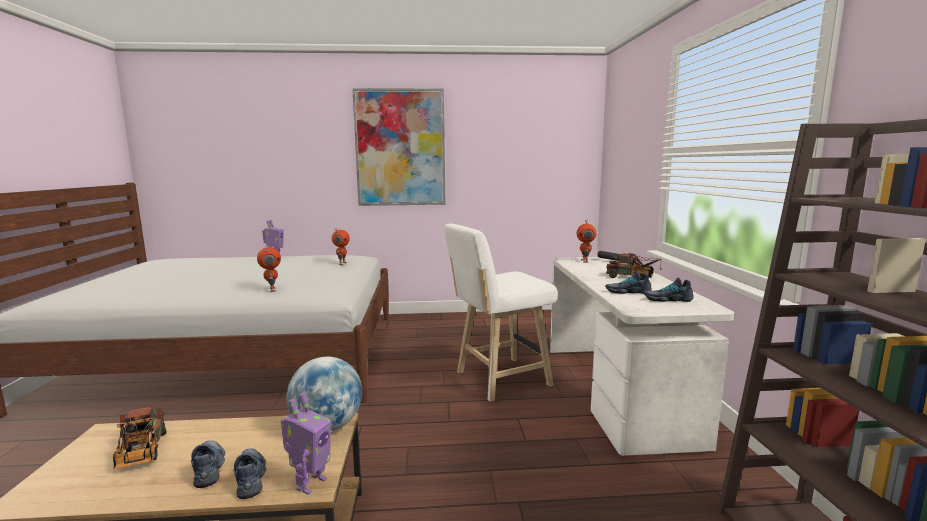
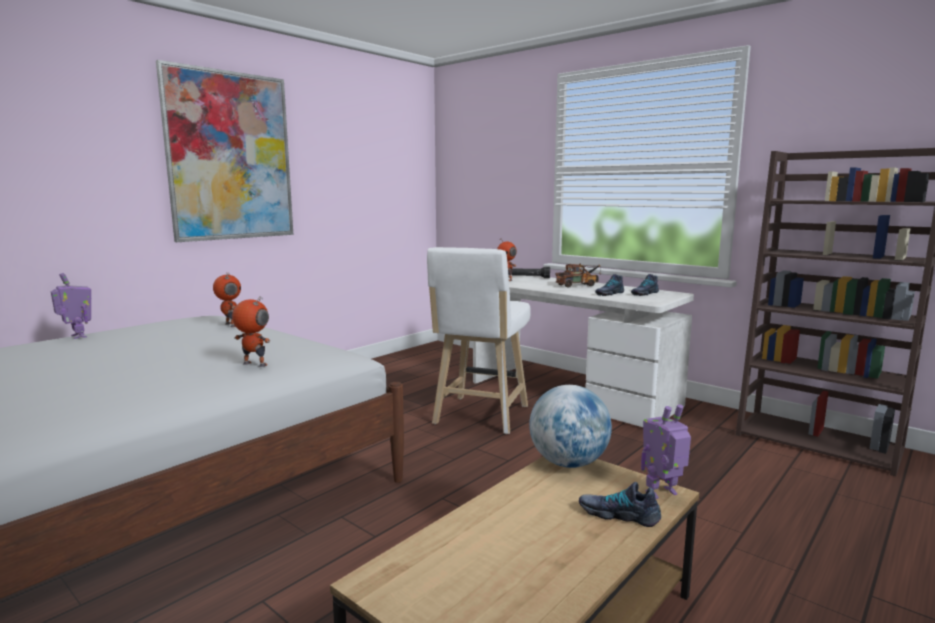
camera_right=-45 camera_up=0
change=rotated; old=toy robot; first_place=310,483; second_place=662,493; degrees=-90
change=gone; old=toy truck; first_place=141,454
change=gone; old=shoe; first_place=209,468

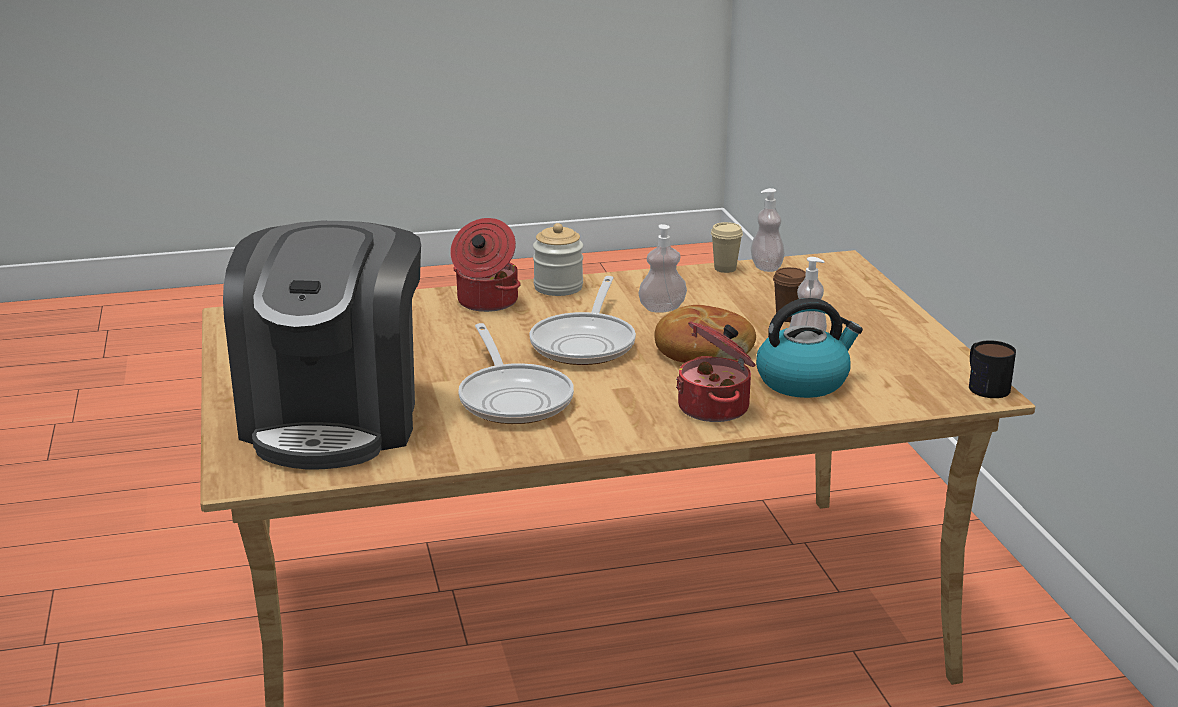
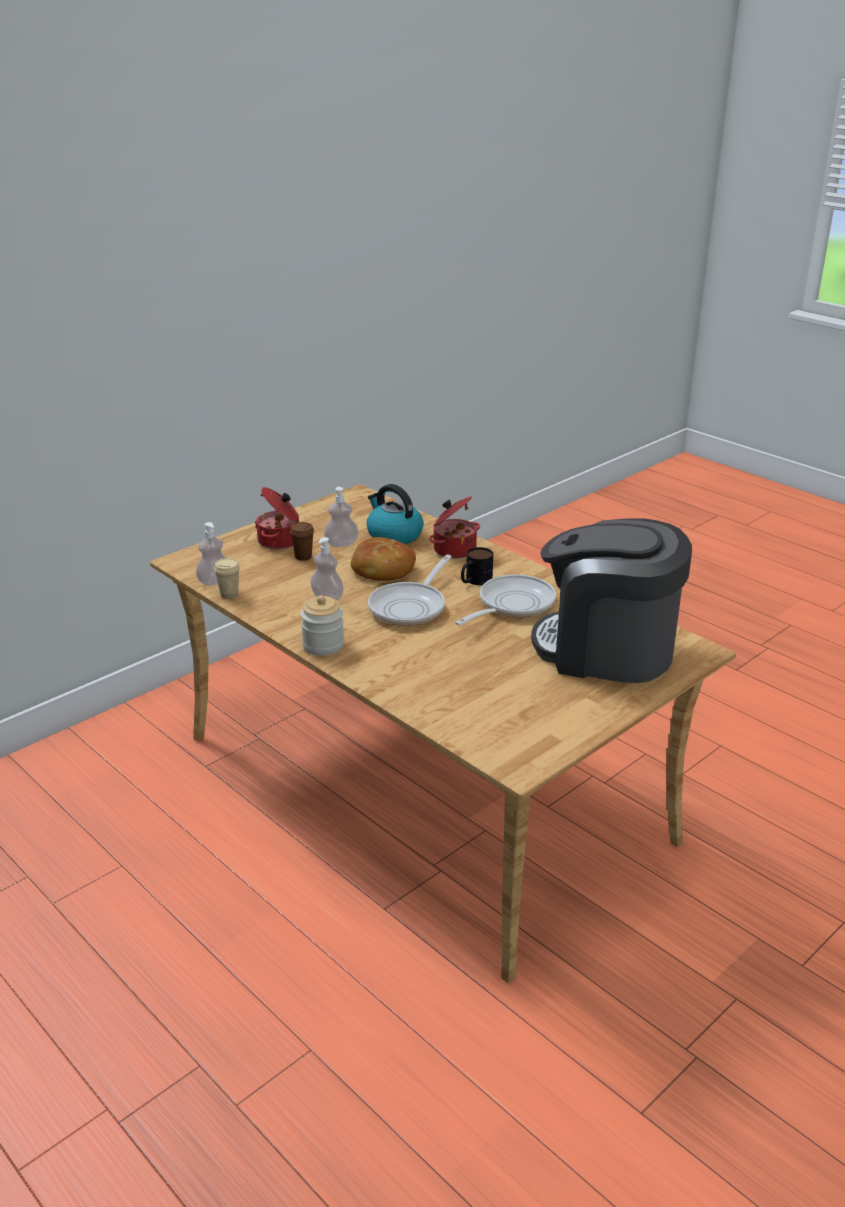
camera_right=-120 camera_up=5
change=shifted; old=cooking pot; first_place=486,302; second_place=280,541
change=rotated; old=frying pan; first_place=585,343; second_place=410,607; degrees=135
change=shifted; old=mug; first_place=984,385; second_place=474,581
change=rotated; old=coffee machine; first_place=335,418; second_place=606,650; degrees=-135

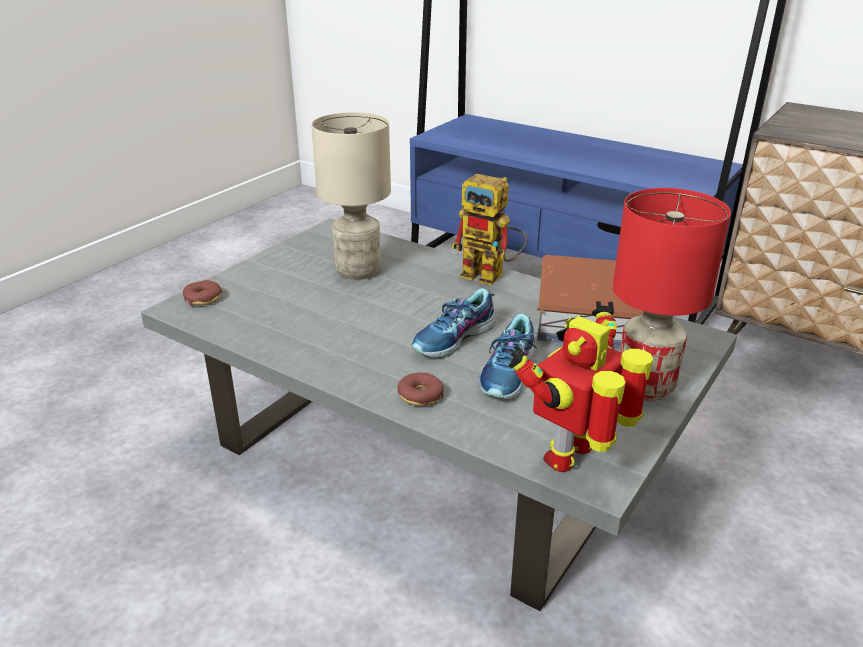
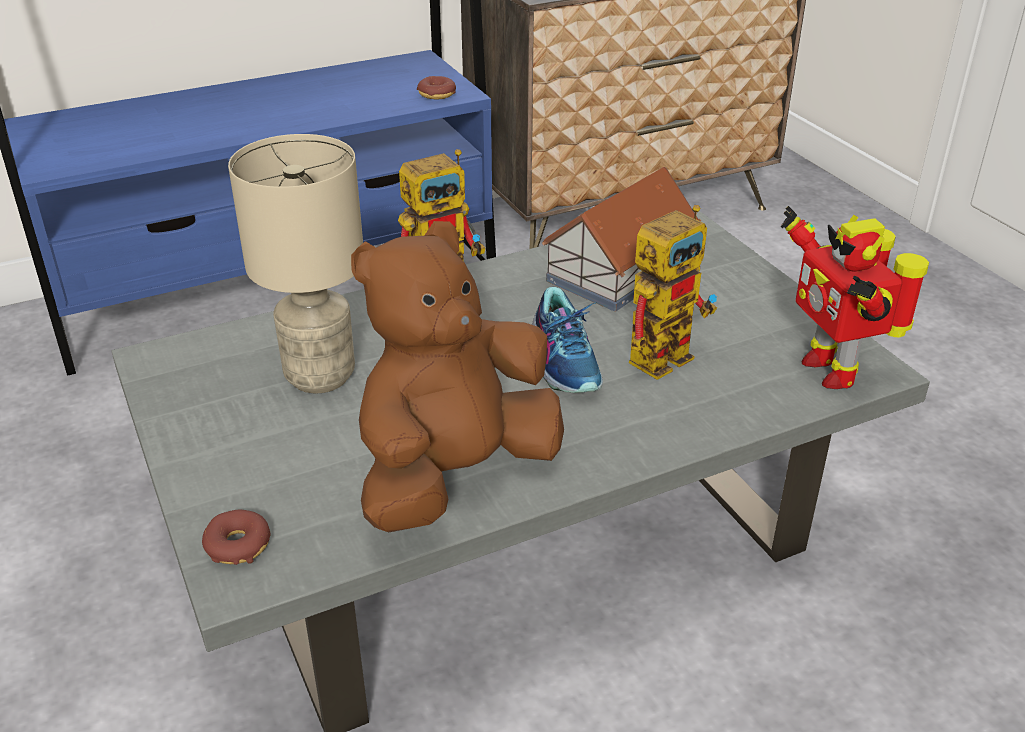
camera_right=-60 camera_up=5
change=new; new=brown plush toy; second_place=455,475
change=shifted; old=donut; first_place=420,395; second_place=436,94
change=swapped; old=shoe; new=toy robot; first_place=509,373; second_place=666,352
change=gone; old=red table lamp; first_place=646,387

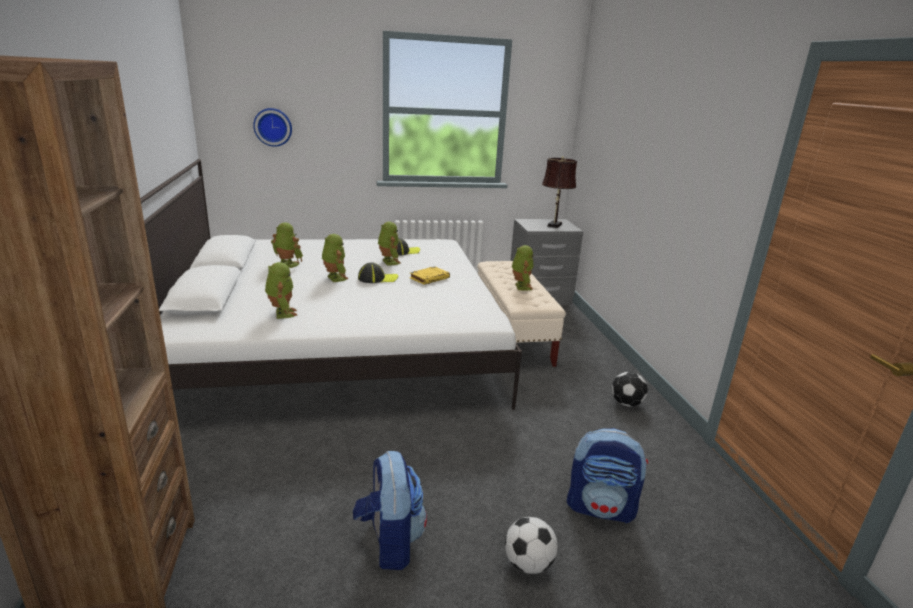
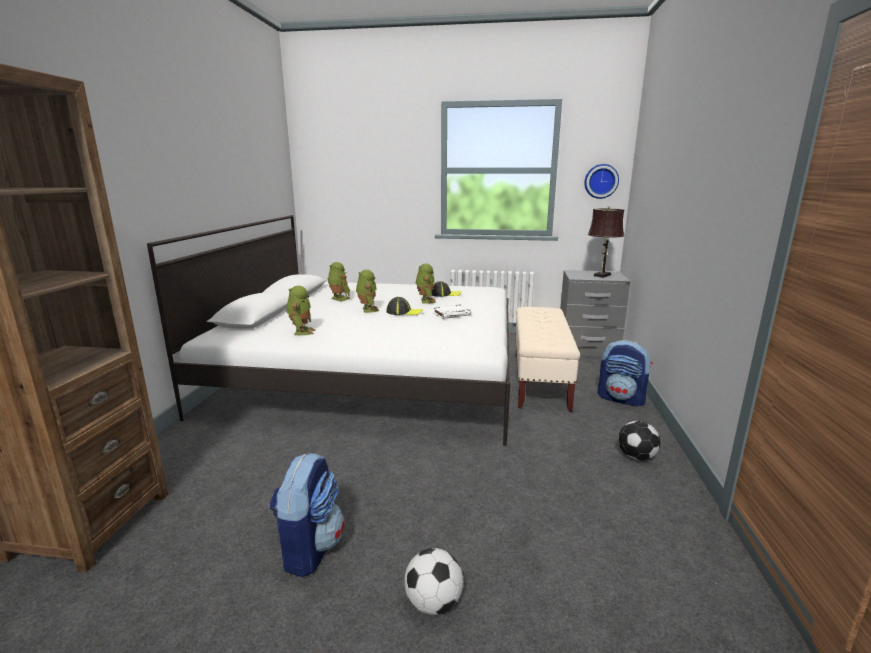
camera_right=20 camera_up=-5
change=repainted; old=yellow book; new=white book; first_place=429,278; second_place=452,314
change=shifted; old=wall clock; first_place=273,127; second_place=601,181
change=shifted; old=backpack; first_place=601,508; second_place=621,399
change=gone; old=toy robot; first_place=520,287

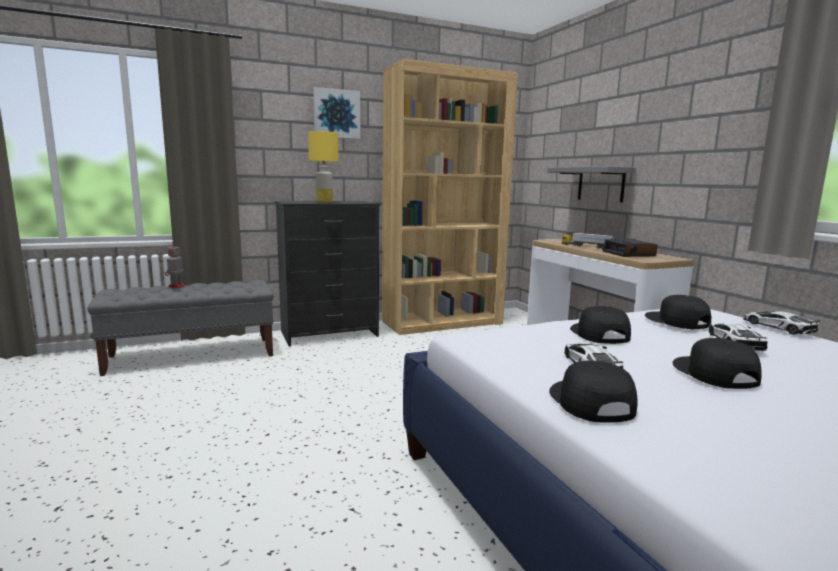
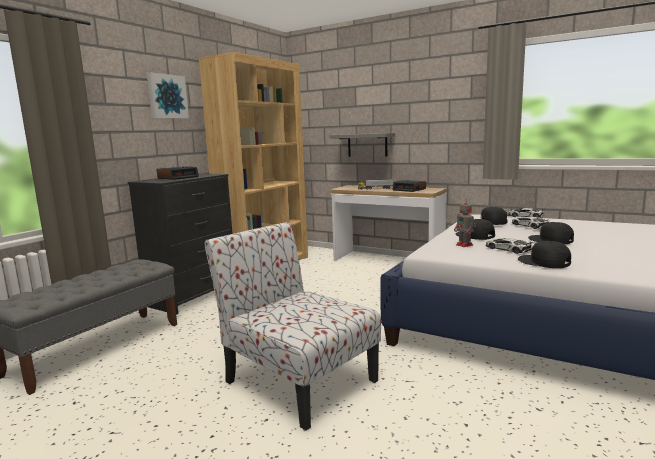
camera_right=-35 camera_up=0
change=swapped; old=yellow table lamp; new=alarm clock; first_place=324,201; second_place=178,177
change=new; new=chair; second_place=297,380
change=shifted; old=toy robot; first_place=176,286; second_place=465,245

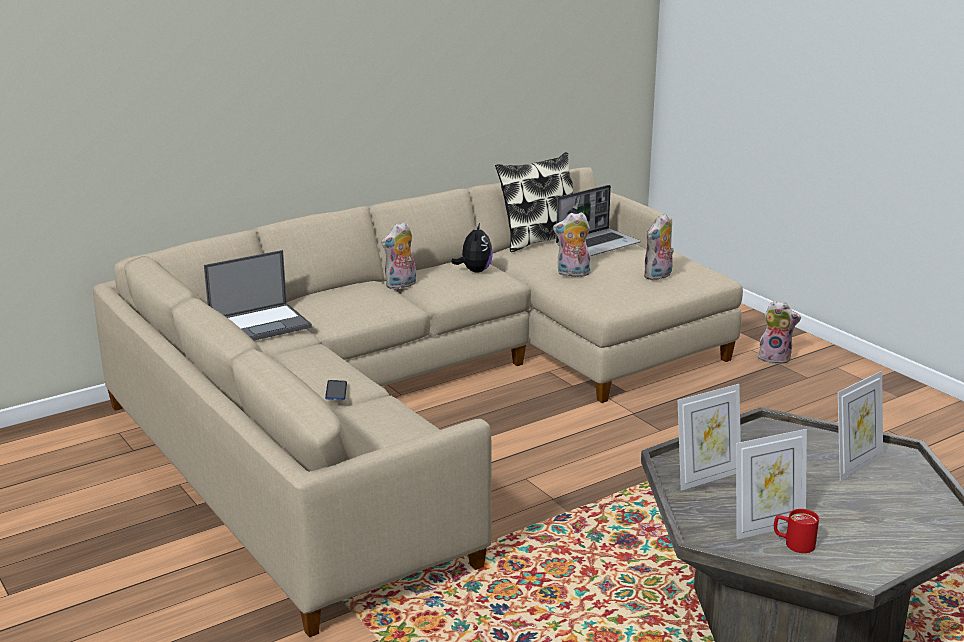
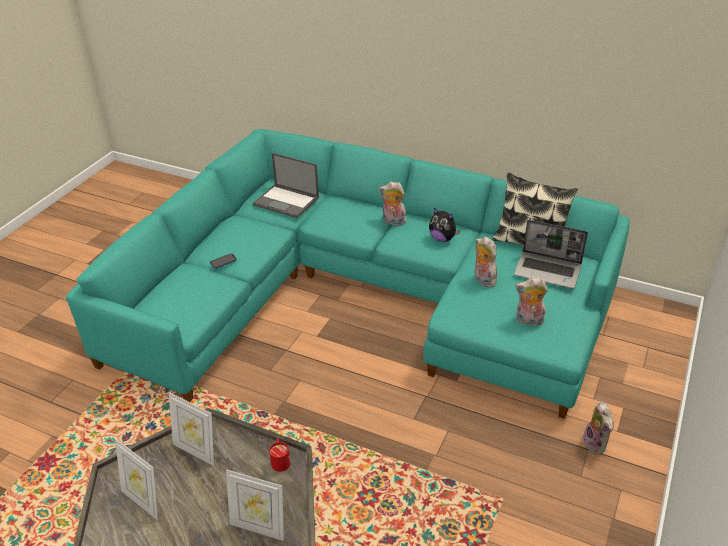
camera_right=60 camera_up=15
change=repainted; old=beige sofa; new=turquoise sofa; first_place=419,399; second_place=361,296
change=shifted; old=red mug; first_place=793,543; second_place=280,460
change=rotated; old=plush toy; first_place=474,271; second_place=442,238; degrees=60

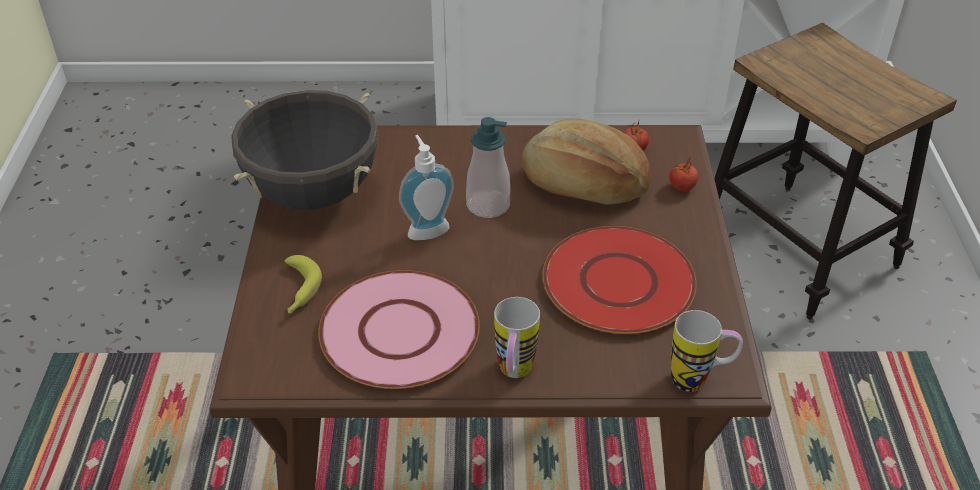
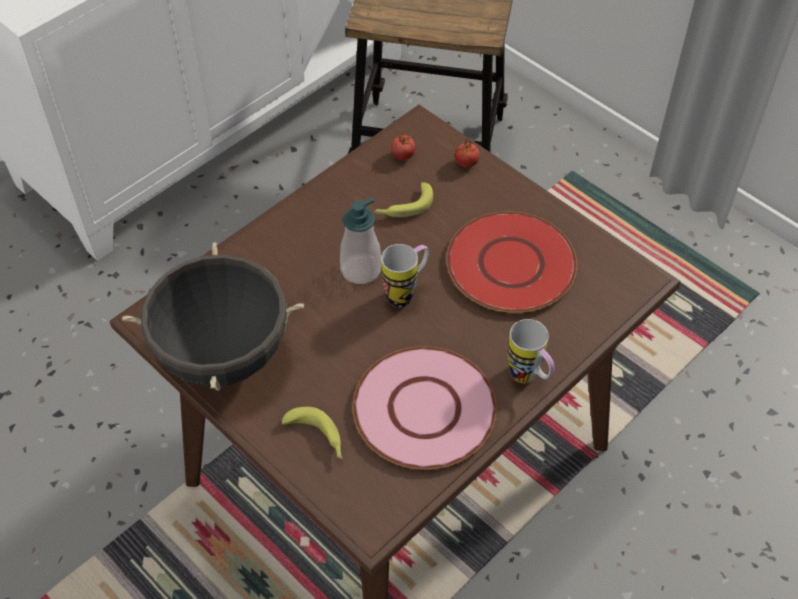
camera_right=-45 camera_up=10
change=swapped; old=bread; new=banana; first_place=584,185; second_place=404,207
change=shifted; old=mug; first_place=699,380; second_place=406,292
change=gone; old=soap dispenser; first_place=426,229

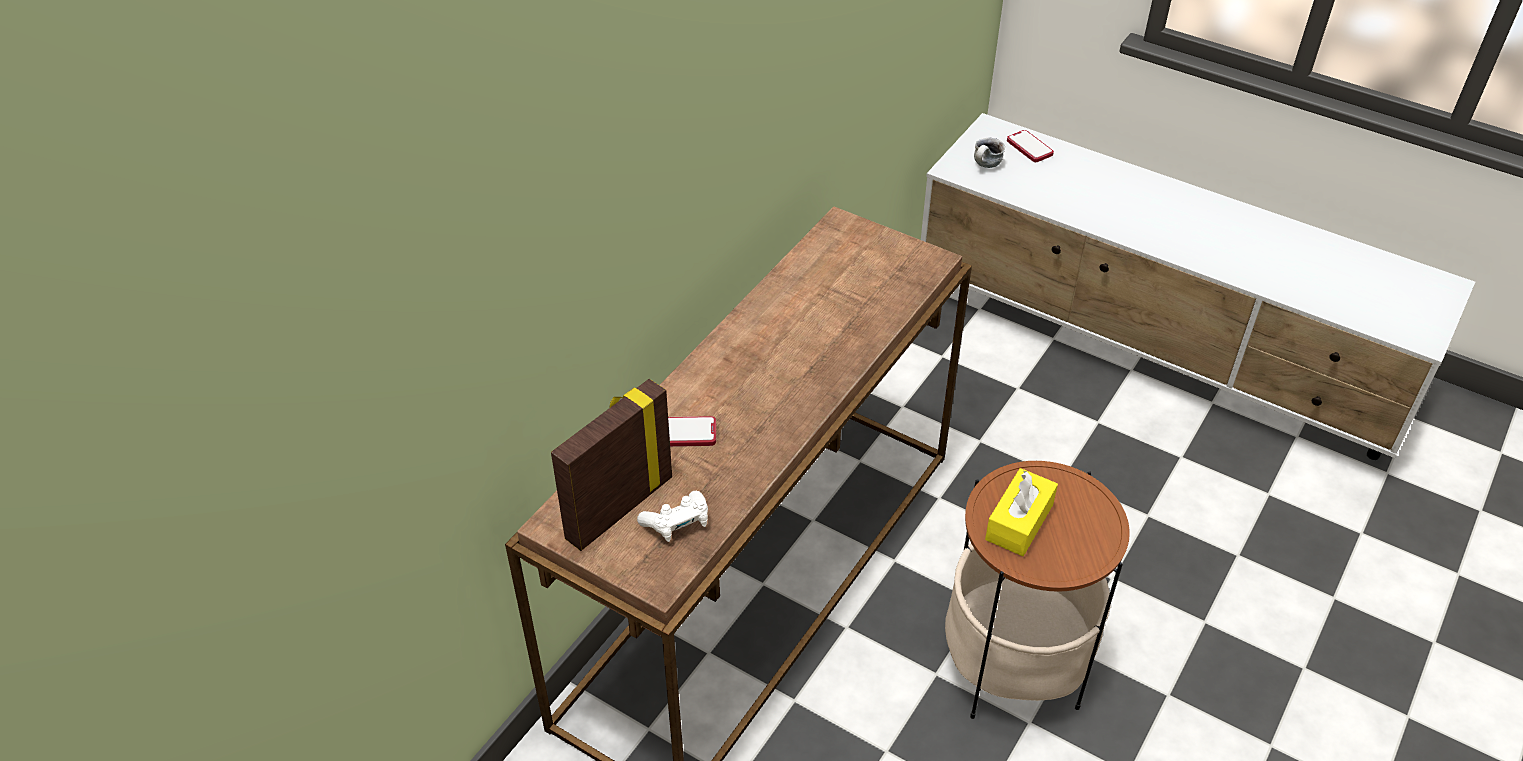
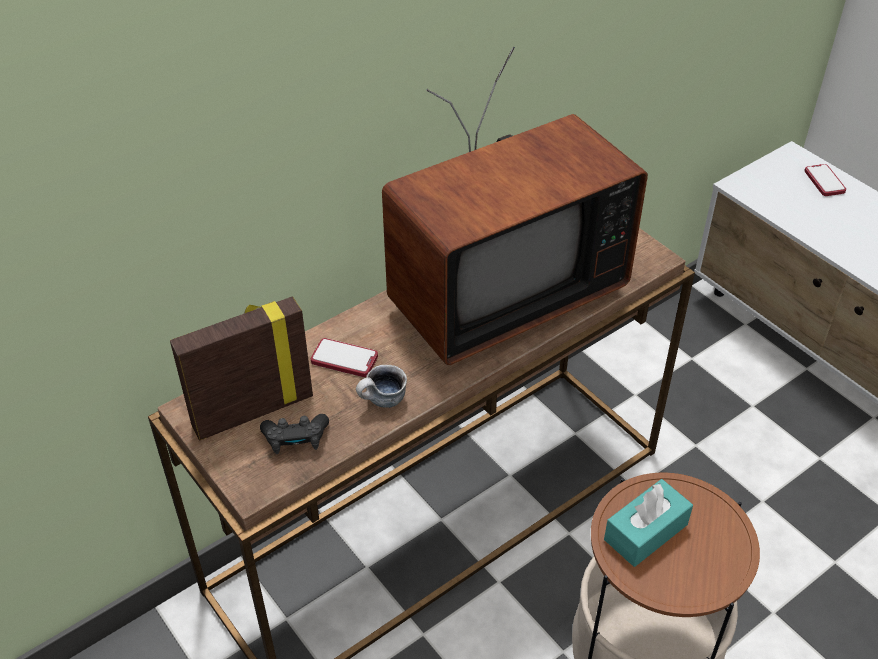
camera_right=20 camera_up=0
change=repainted; old=white game controller; new=black game controller; first_place=677,523; second_place=296,440
change=shifted; old=mug; first_place=986,166; second_place=382,402
change=new; new=television; second_place=496,292
change=repainted; old=yellow tissue box; new=turquoise tissue box; first_place=1019,522; second_place=645,532

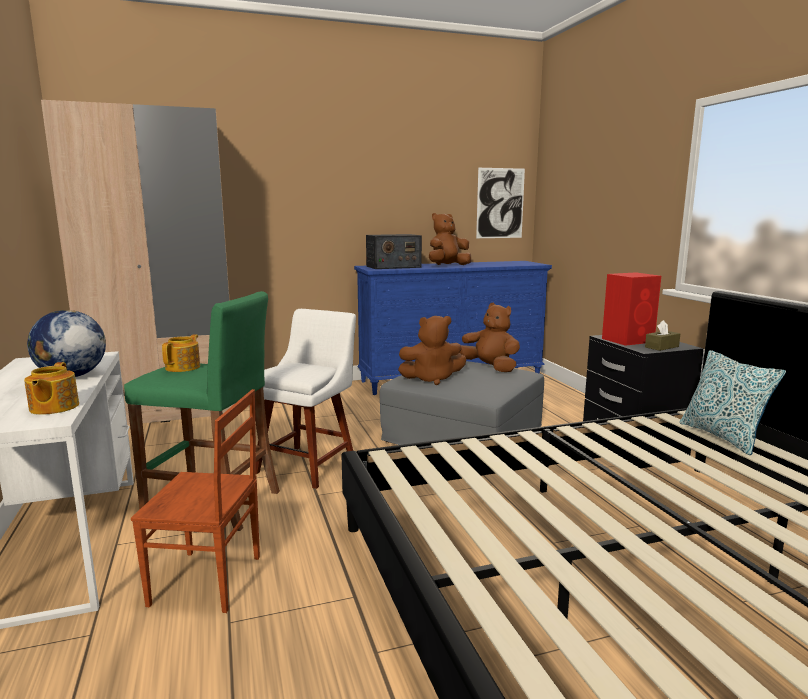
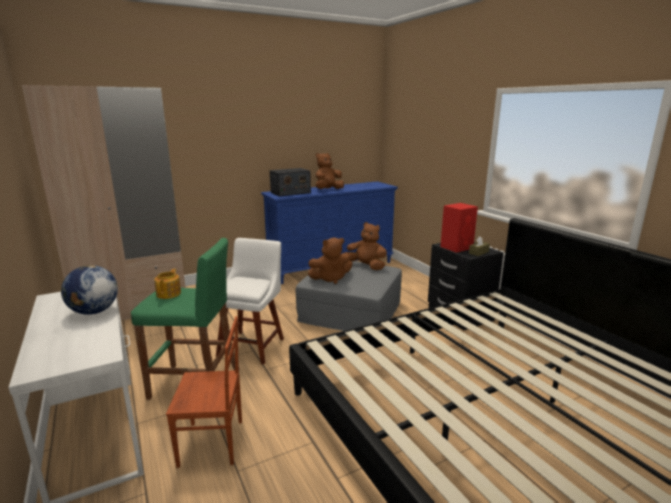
camera_right=-10 camera_up=5
change=gone; old=teapot; first_place=53,407
change=gone; old=picture; first_place=500,203
change=gone; old=pillow; first_place=722,437

